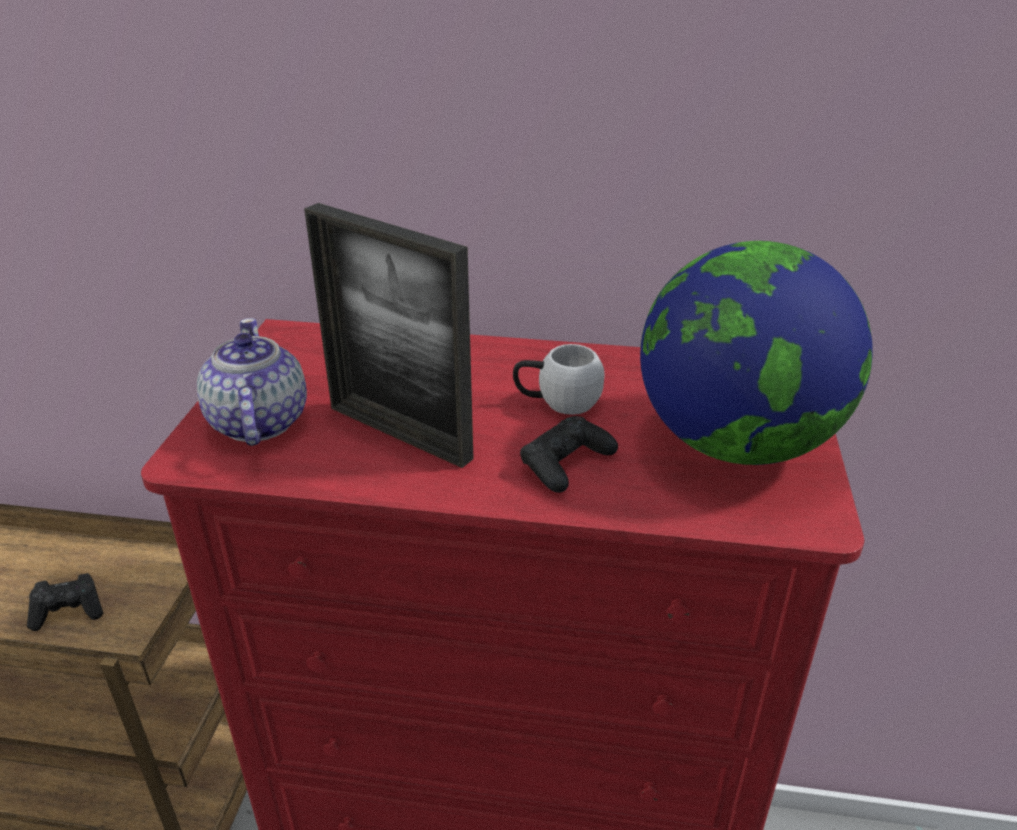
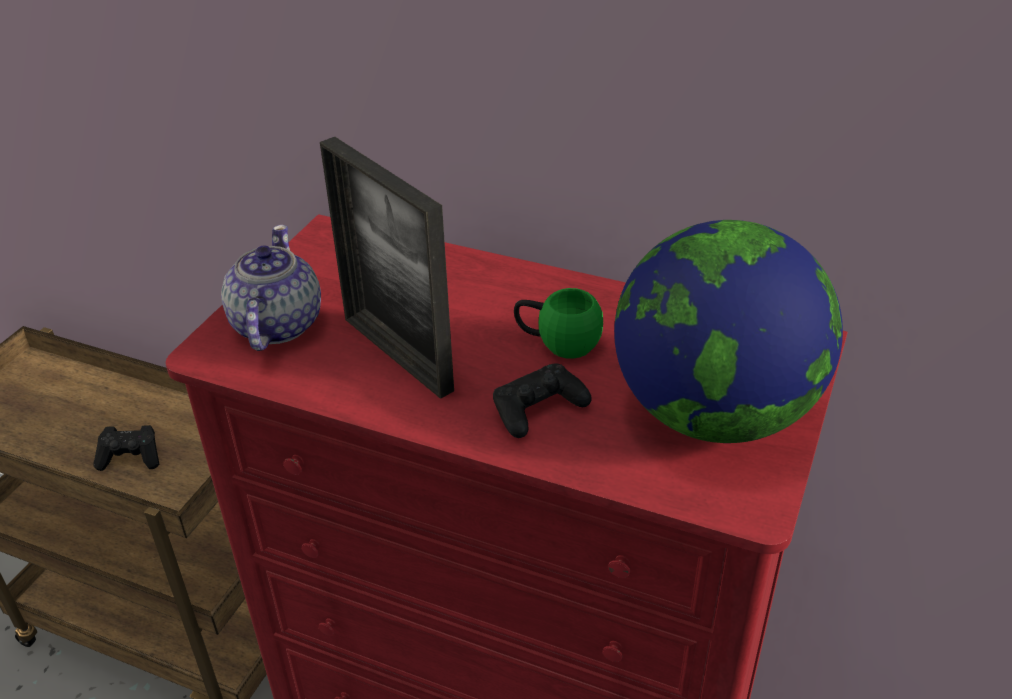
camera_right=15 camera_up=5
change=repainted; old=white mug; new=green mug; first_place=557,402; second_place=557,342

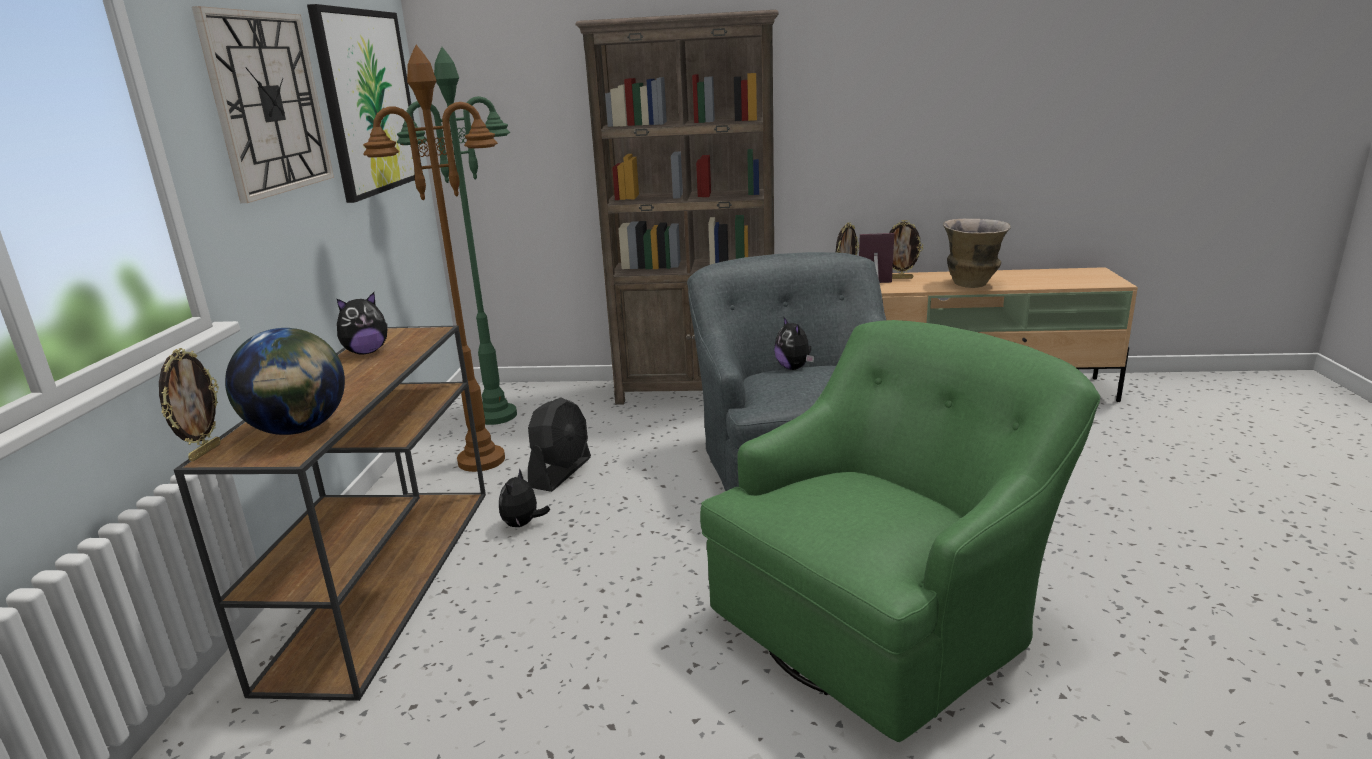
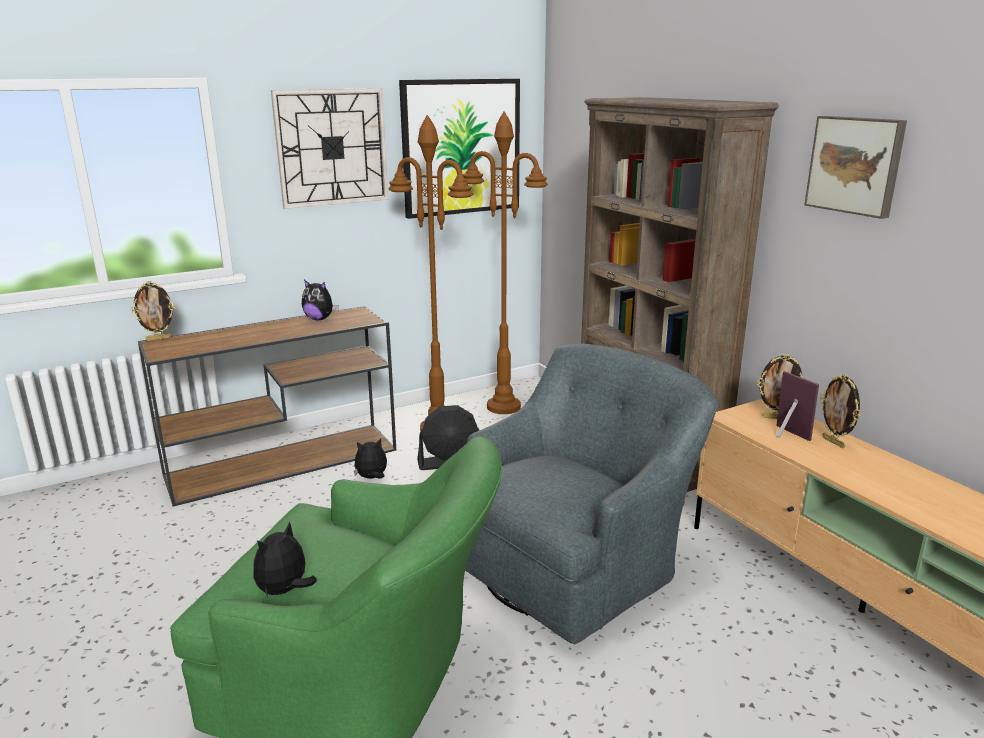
camera_right=55 camera_up=0
change=shifted; old=plush toy; first_place=794,368; second_place=284,591
change=repainted; old=green floor lamp; new=brown floor lamp; first_place=495,416; second_place=503,407
change=new; new=picture; second_place=855,165
change=gone; old=globe; first_place=299,429
change=gone; old=vase; first_place=972,284

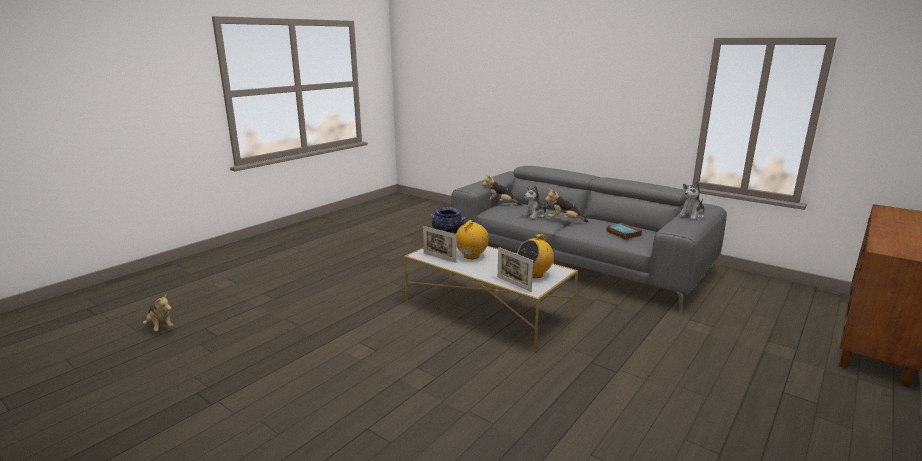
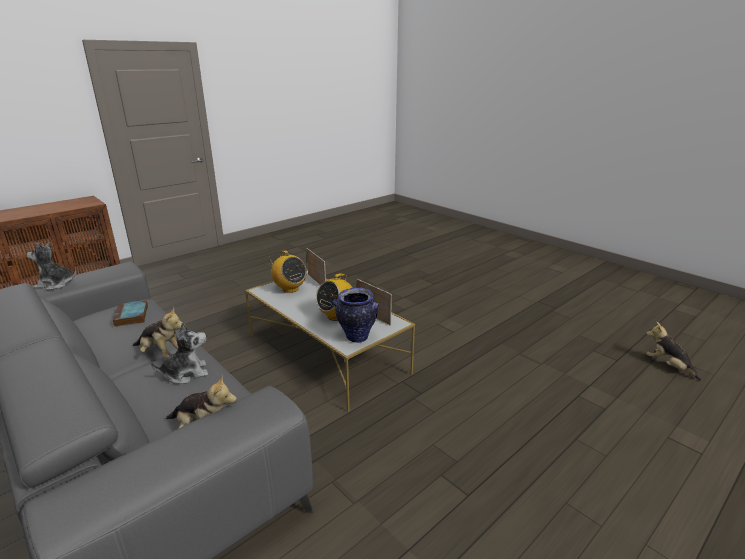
camera_right=-170 camera_up=5
change=rotated; old=plush toy; first_place=691,215; second_place=56,284; degrees=-150
change=rotated; old=radio; first_place=534,274; second_place=290,289; degrees=75

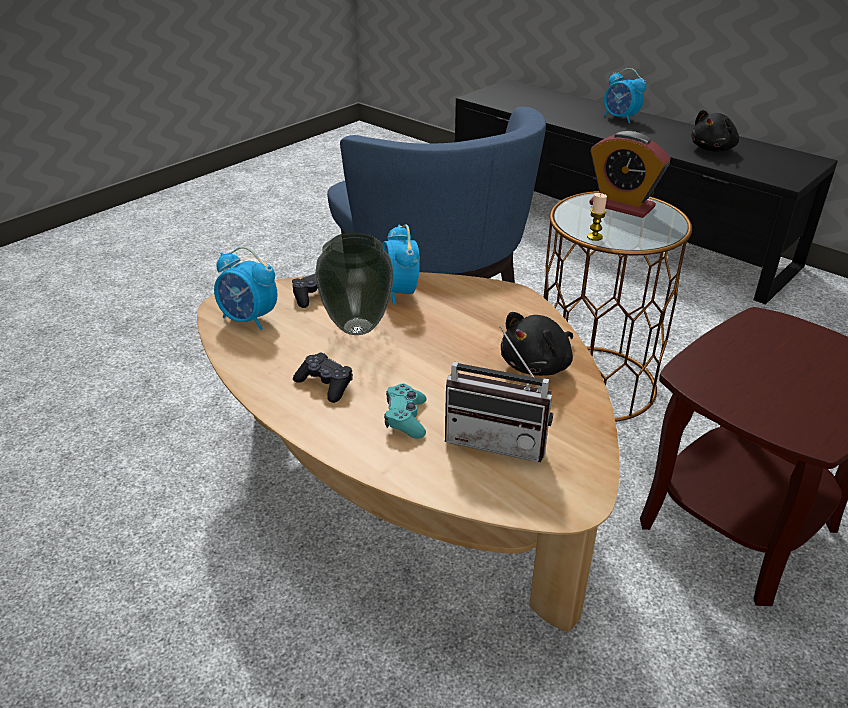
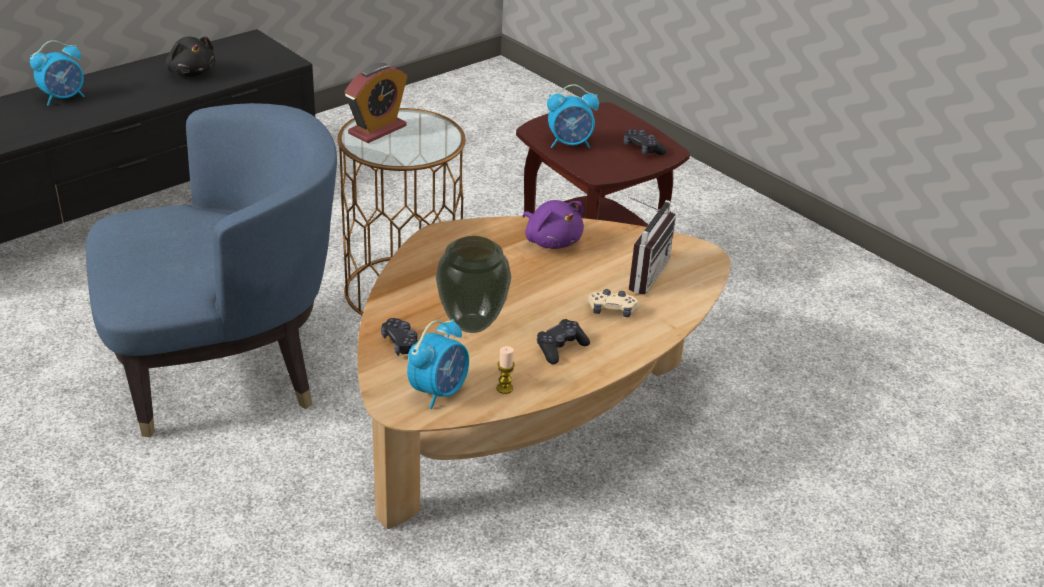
camera_right=-85 camera_up=0
change=shifted; old=candle; first_place=594,237; second_place=504,388
change=repainted; old=black plush toy; new=purple plush toy; first_place=538,365; second_place=551,241
change=shifted; old=alarm clock; first_place=398,293; second_place=570,144
change=repainted; old=turquoise game controller; new=beige game controller; first_place=406,418; second_place=612,310
change=new; new=black game controller; second_place=642,149

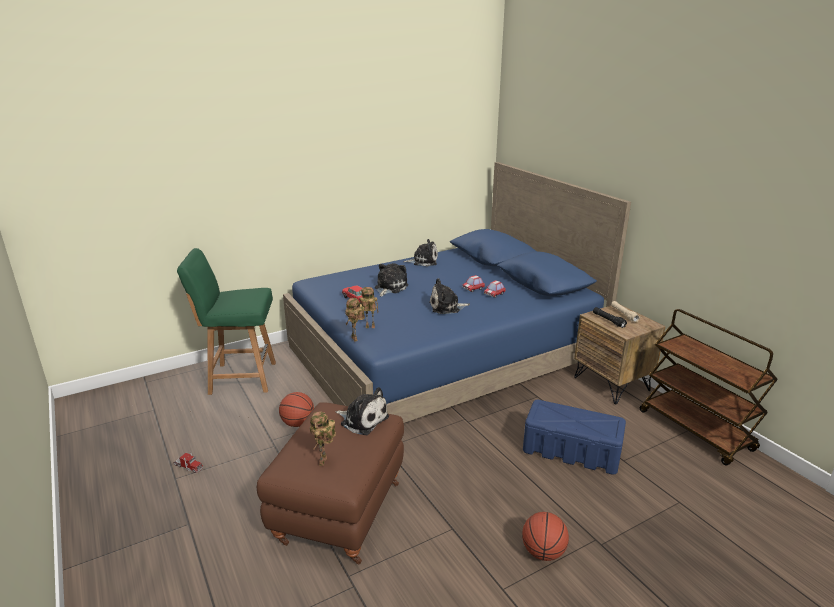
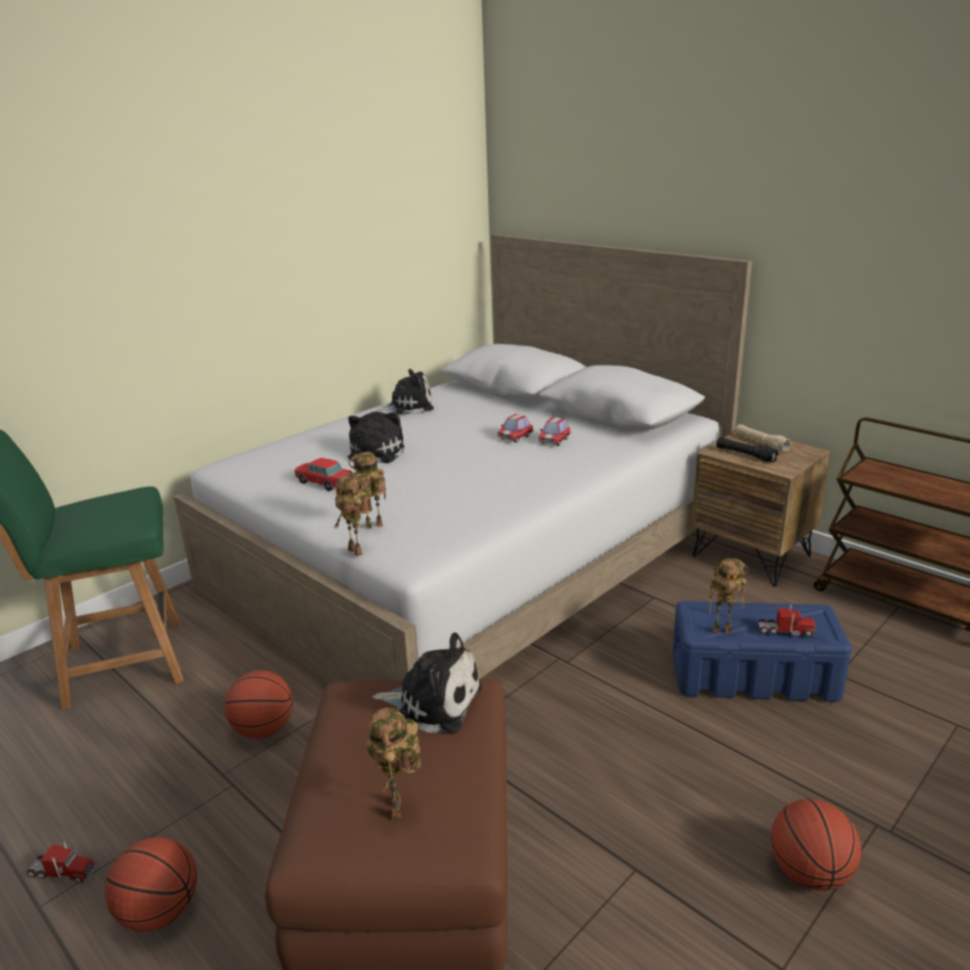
camera_right=-15 camera_up=0
change=new; new=basketball; second_place=160,912
change=repainted; old=blue bed; new=white bed; first_place=443,354; second_place=473,556
change=new; new=toy robot; second_place=723,629
change=new; new=toy truck; second_place=785,631
change=gone; old=plush toy; first_place=446,307

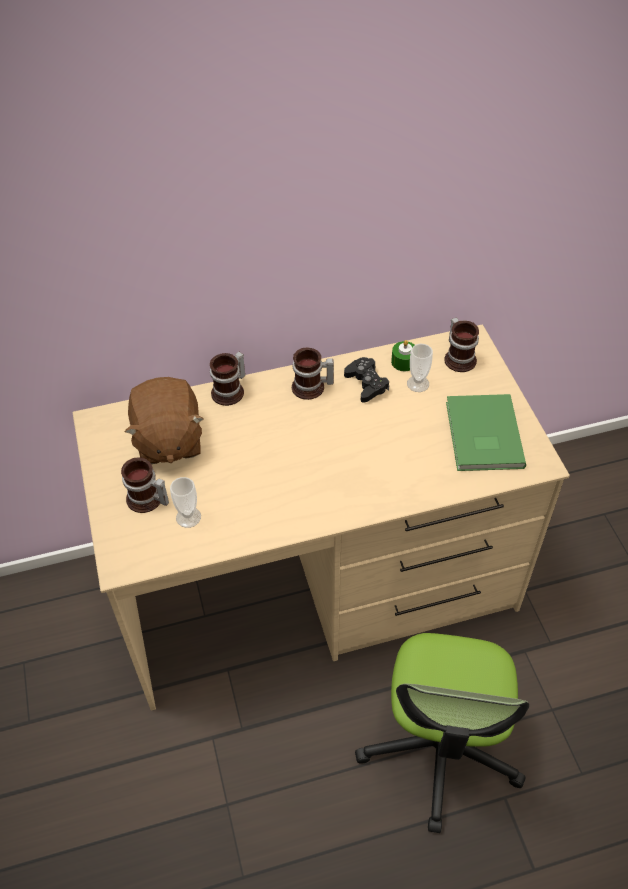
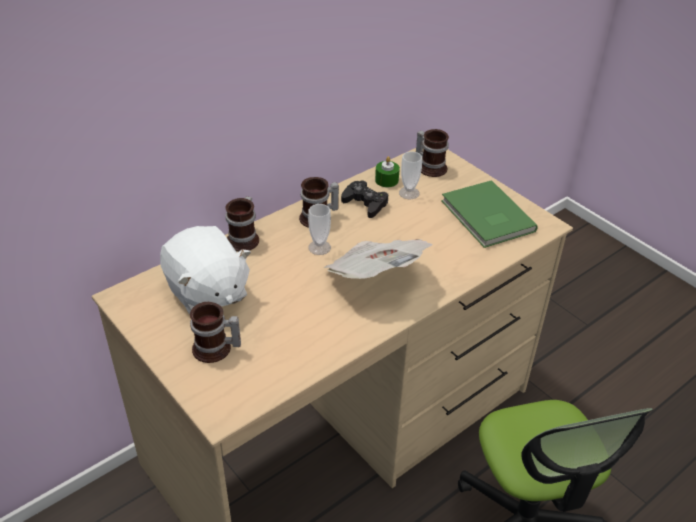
camera_right=-25 camera_up=-10
change=repainted; old=brown plush toy; new=white plush toy; first_place=168,440; second_place=207,294
change=shifted; old=cup; first_place=188,517; second_place=319,247
change=new; new=newspaper; second_place=375,276

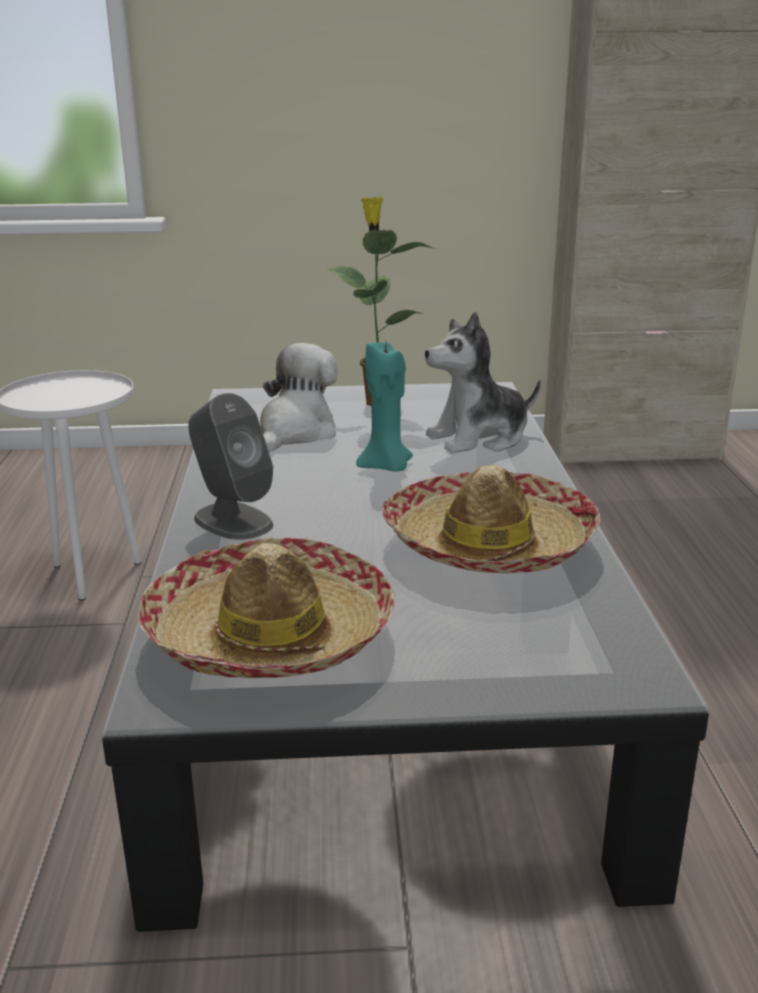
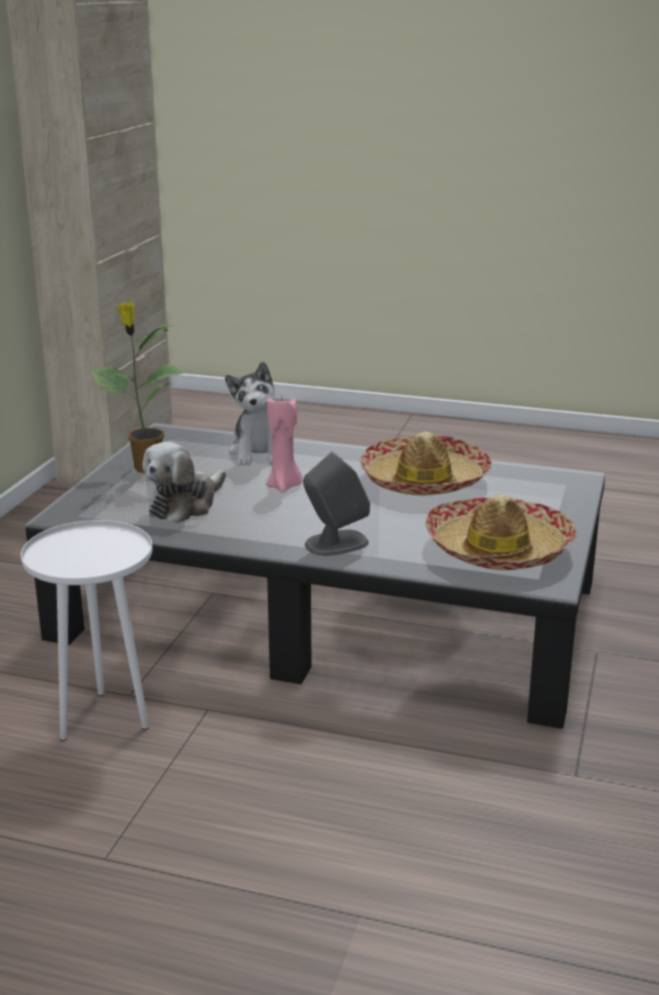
camera_right=-70 camera_up=0
change=rotated; old=plush toy; first_place=295,433; second_place=185,505; degrees=-105
change=repainted; old=turquoise candle; new=pink candle; first_place=387,467; second_place=284,486

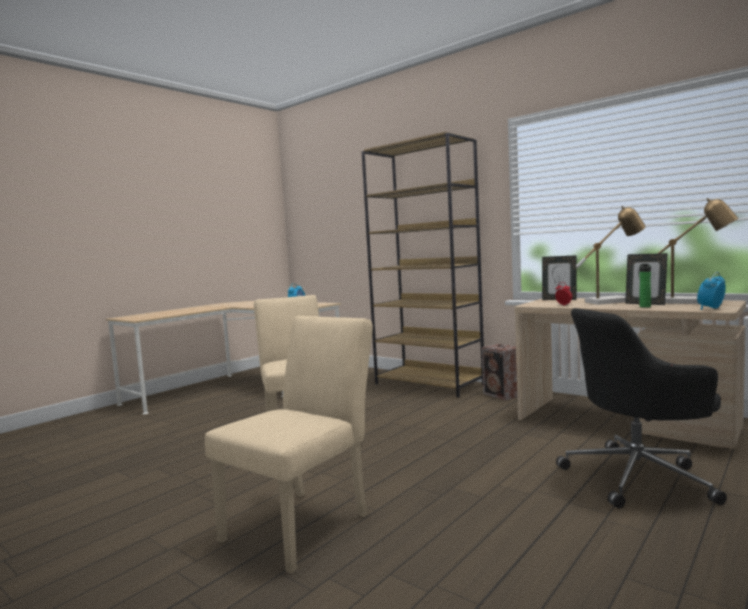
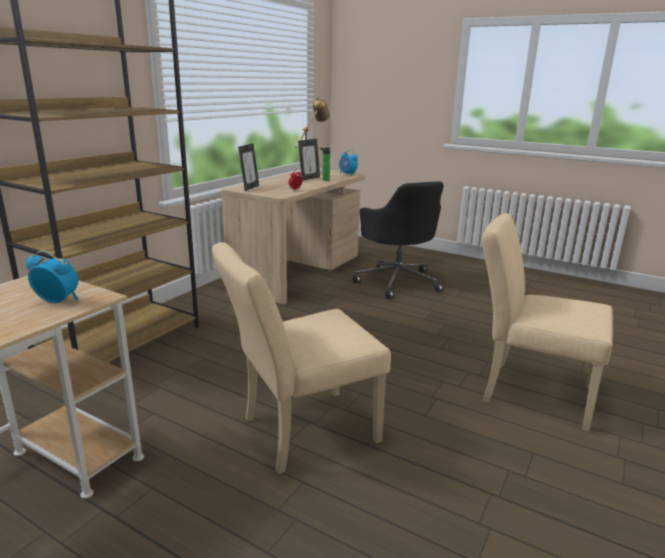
camera_right=-100 camera_up=15
change=gone; old=speaker; first_place=503,395
change=gone; old=table lamp; first_place=613,301

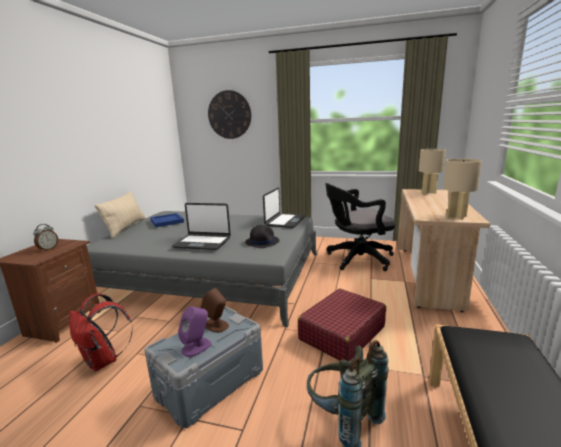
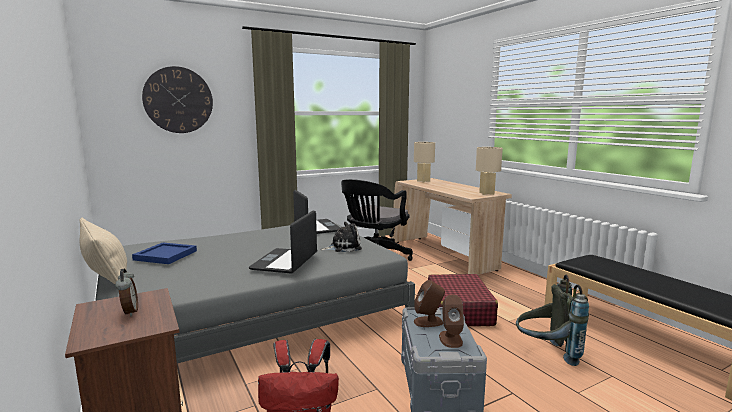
camera_right=-45 camera_up=-5
change=rotated; old=laptop; first_place=202,242; second_place=285,262; degrees=135
change=swapped; old=black hat; new=plush toy; first_place=262,242; second_place=343,247
change=repainted; old=purple speaker; new=brown speaker; first_place=197,347; second_place=450,339

